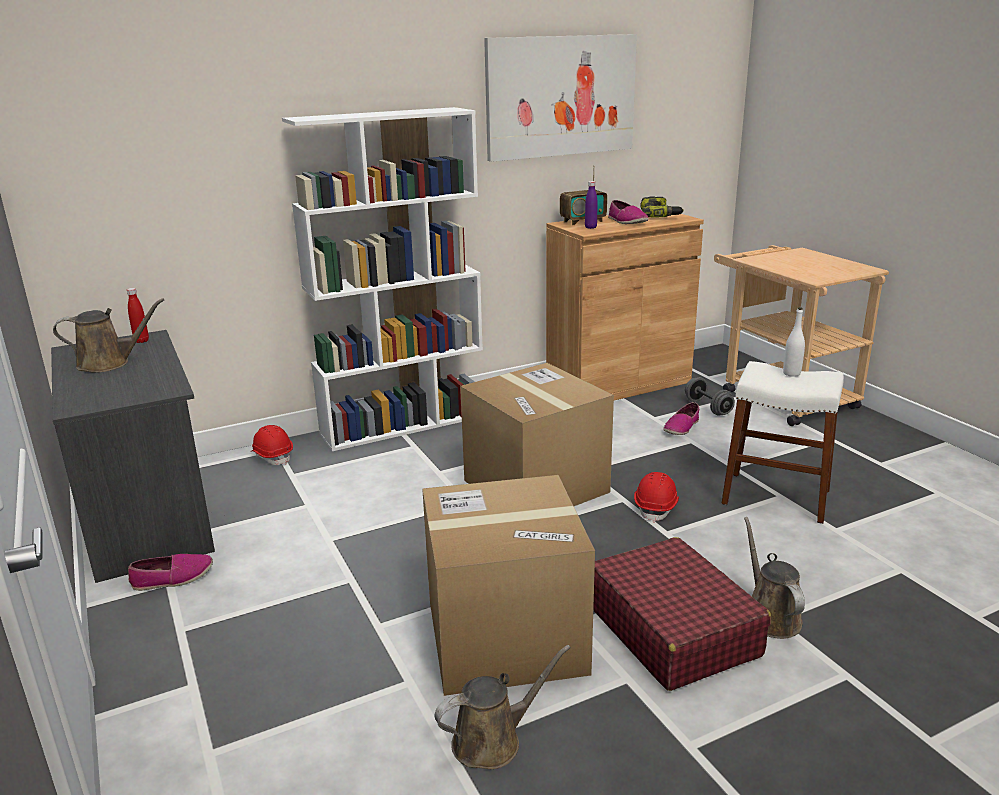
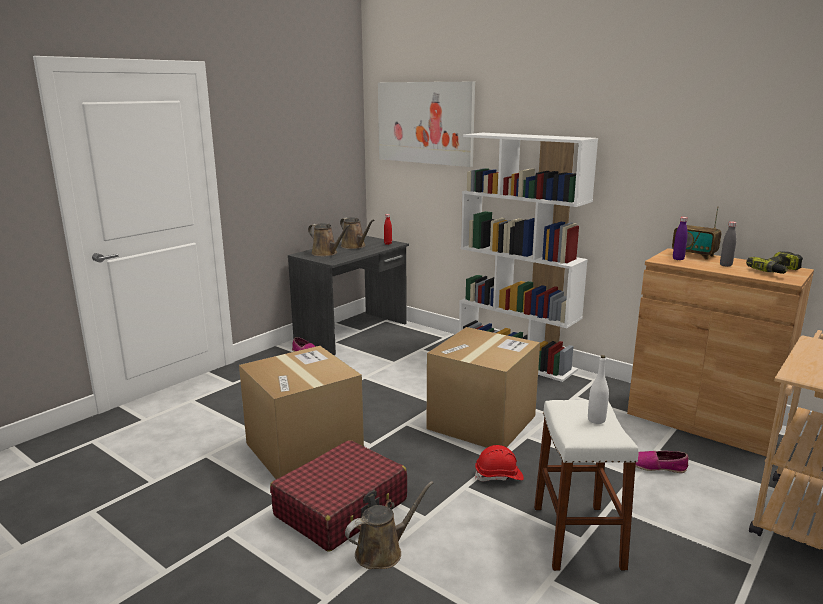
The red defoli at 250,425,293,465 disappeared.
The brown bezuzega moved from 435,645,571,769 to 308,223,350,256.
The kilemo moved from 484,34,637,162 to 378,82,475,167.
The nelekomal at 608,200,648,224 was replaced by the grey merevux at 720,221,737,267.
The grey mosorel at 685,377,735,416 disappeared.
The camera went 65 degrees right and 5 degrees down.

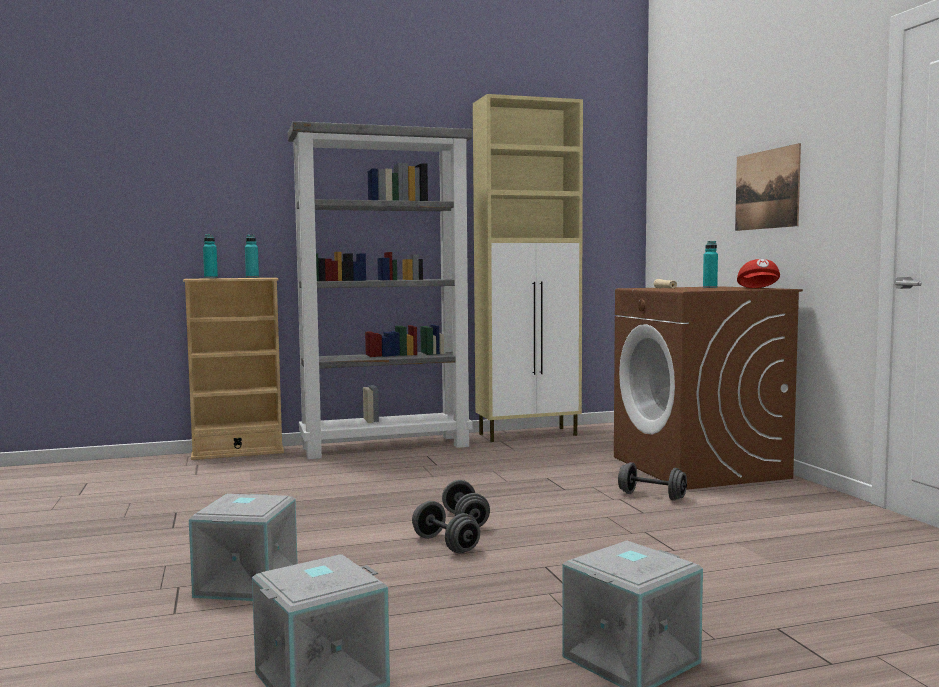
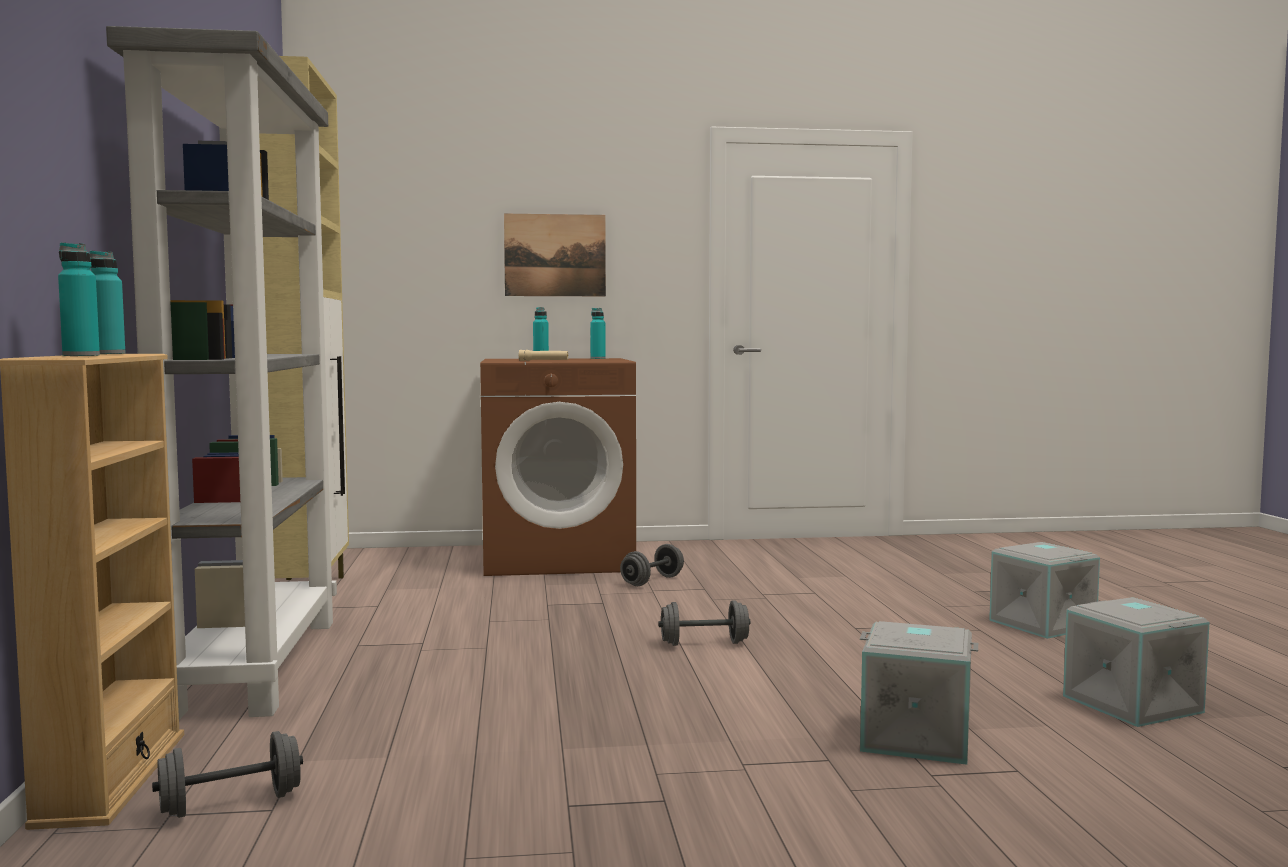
The grey mosorel moved from 412,501,480,553 to 152,731,303,818.
The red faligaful at 737,259,780,288 was replaced by the turquoise merevux at 590,308,606,359.
The camera went 80 degrees left and 0 degrees up.

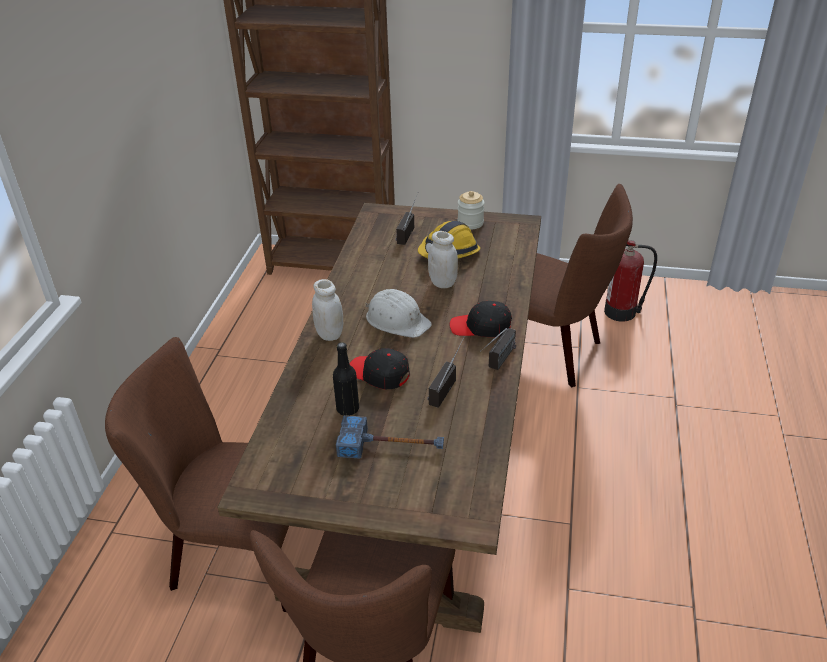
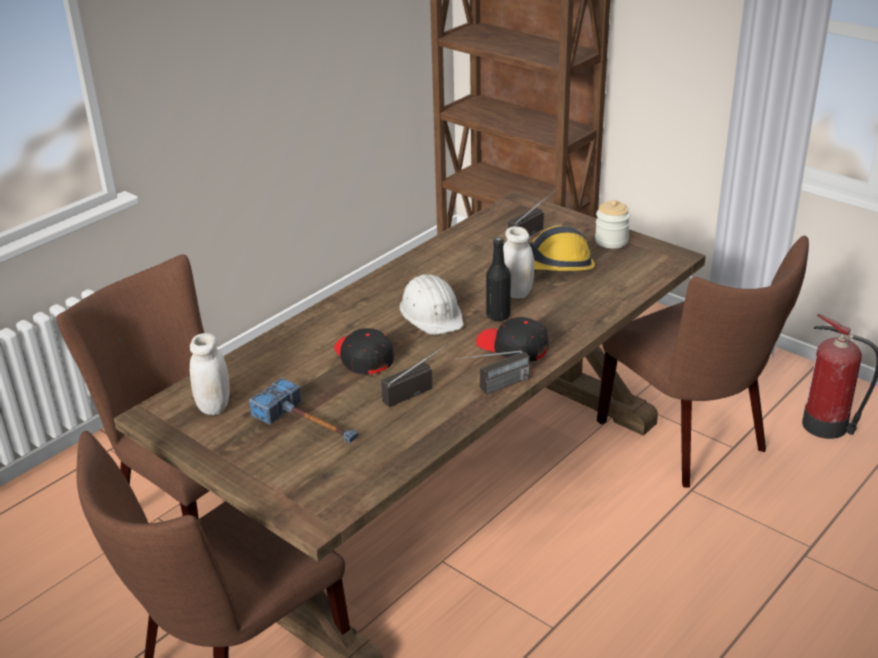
The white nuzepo moved from 312,279,343,341 to 190,333,230,415.
The black merevux moved from 333,342,359,416 to 486,237,511,321.
The camera went 30 degrees right and 5 degrees down.

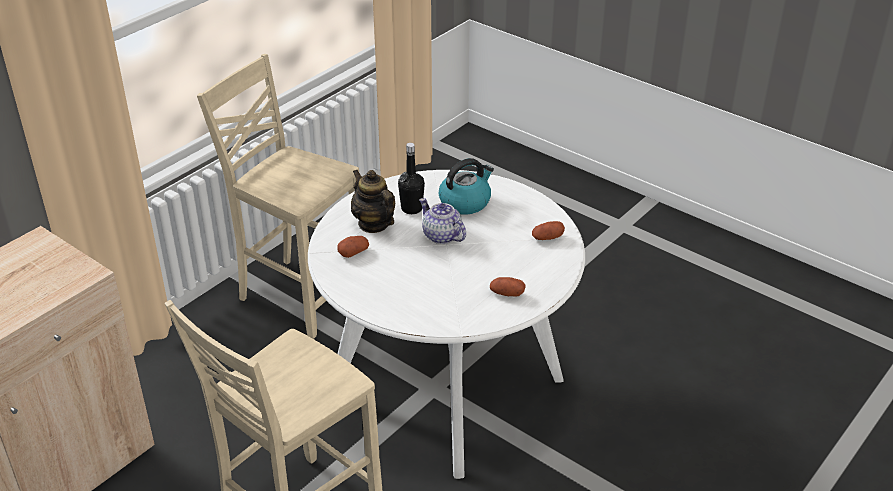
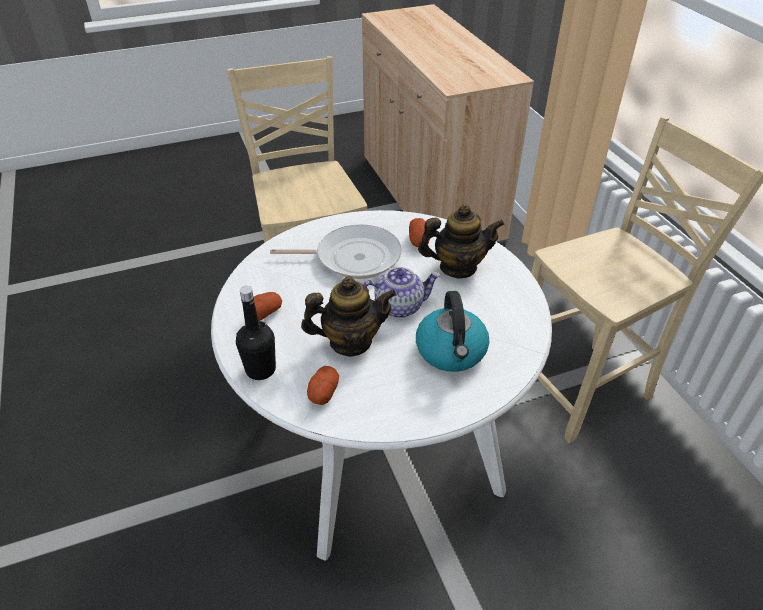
The black merevux moved from 398,143,425,214 to 236,286,276,380.
The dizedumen at 270,224,402,279 appeared.
The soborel at 301,276,397,357 appeared.
The camera went 120 degrees right and 5 degrees up.

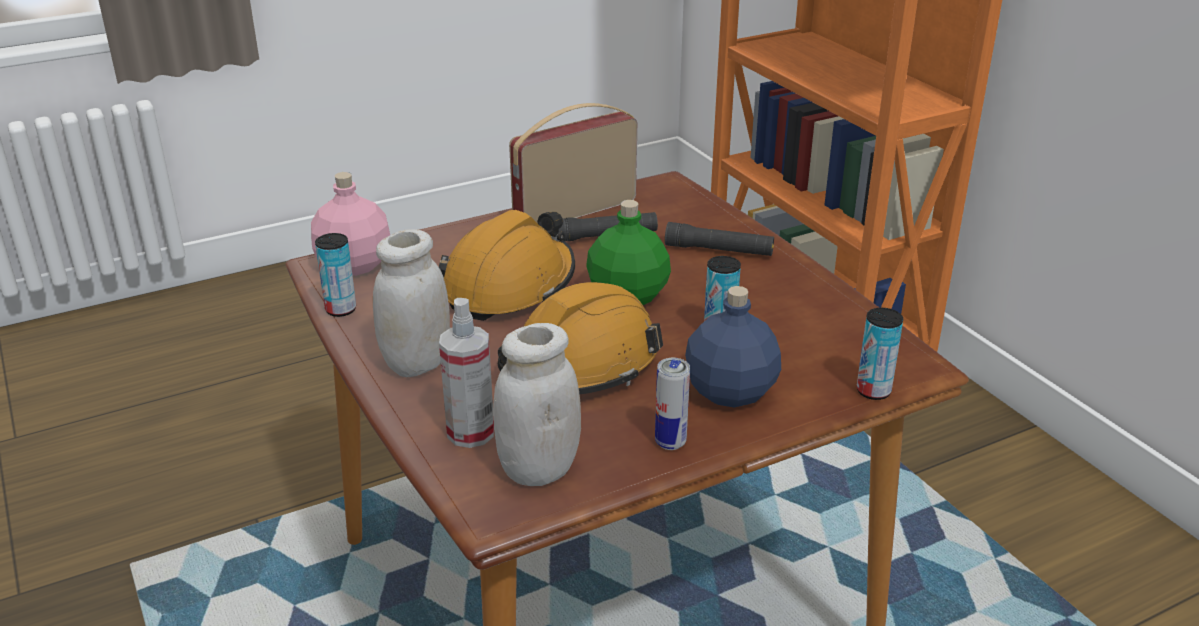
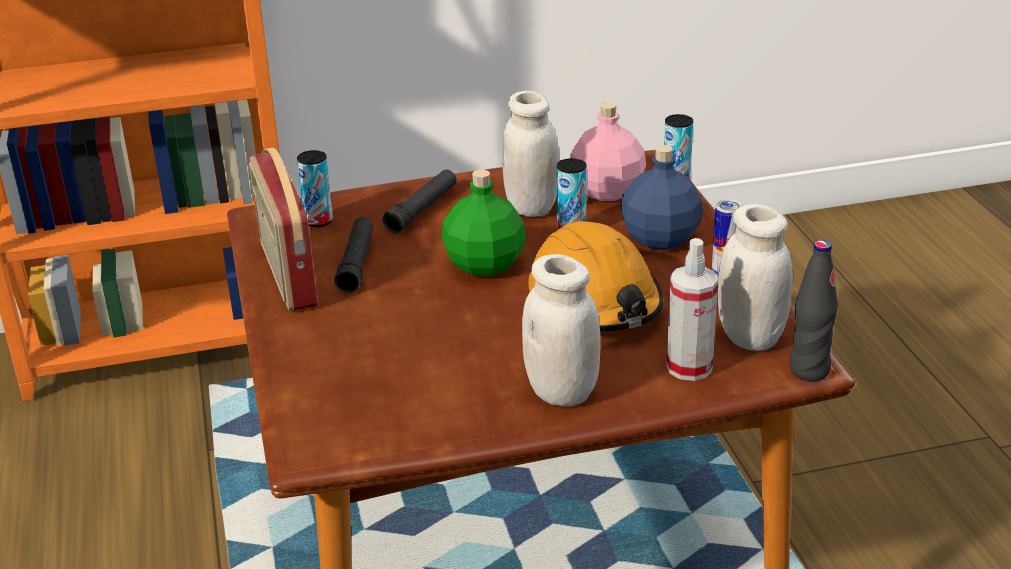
The pink merevux moved from 311,172,390,276 to 570,102,646,201.
The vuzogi moved from 315,233,356,317 to 297,150,333,227.
The orange defoli at 439,210,575,321 disappeared.
The white nuzepo at 502,91,560,217 appeared.
The black merevux at 790,240,838,381 appeared.
The camera went 75 degrees left and 0 degrees up.

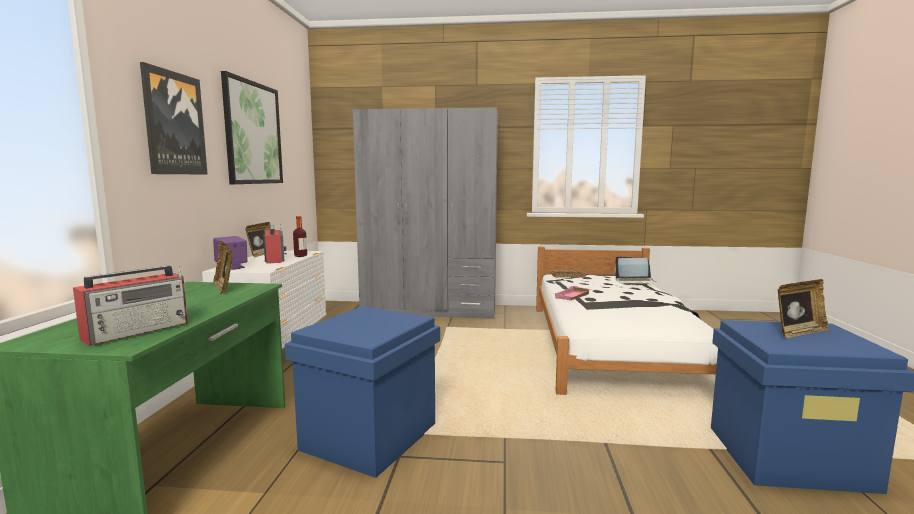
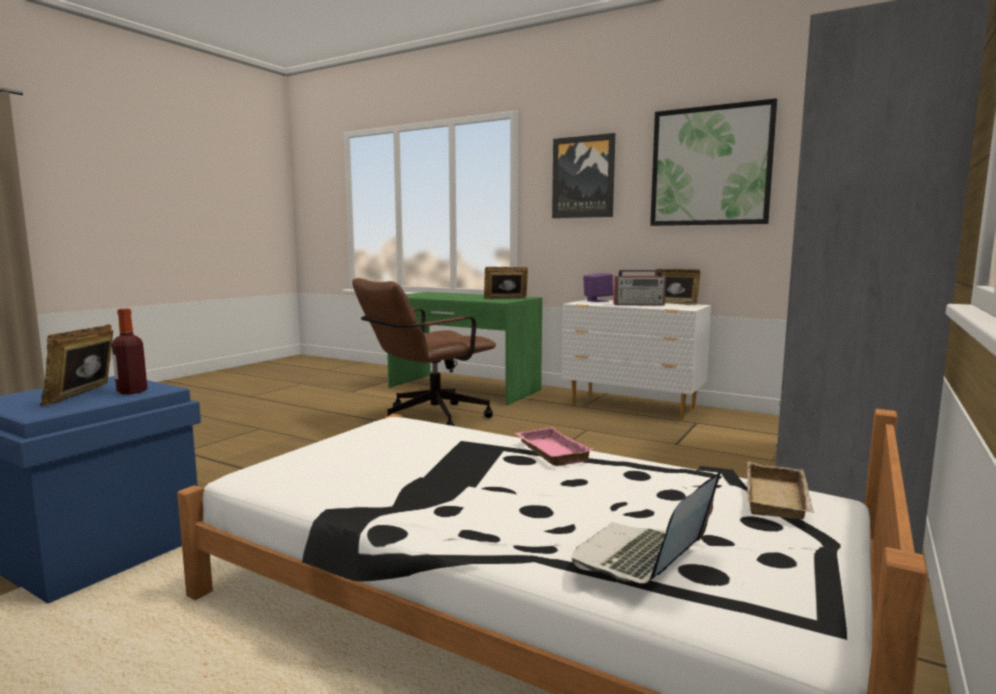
The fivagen at 73,263,188,346 disappeared.
The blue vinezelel at 285,306,440,478 was replaced by the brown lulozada at 352,278,496,426.
The merevux moved from 293,216,307,257 to 112,309,147,394.
The camera went 115 degrees right and 0 degrees up.

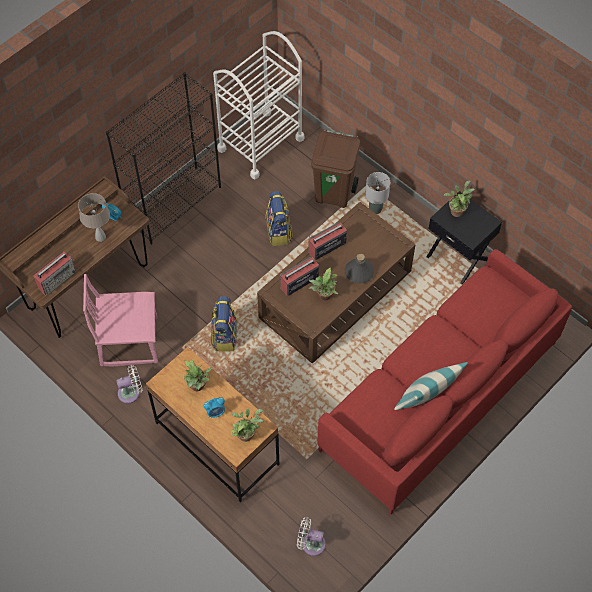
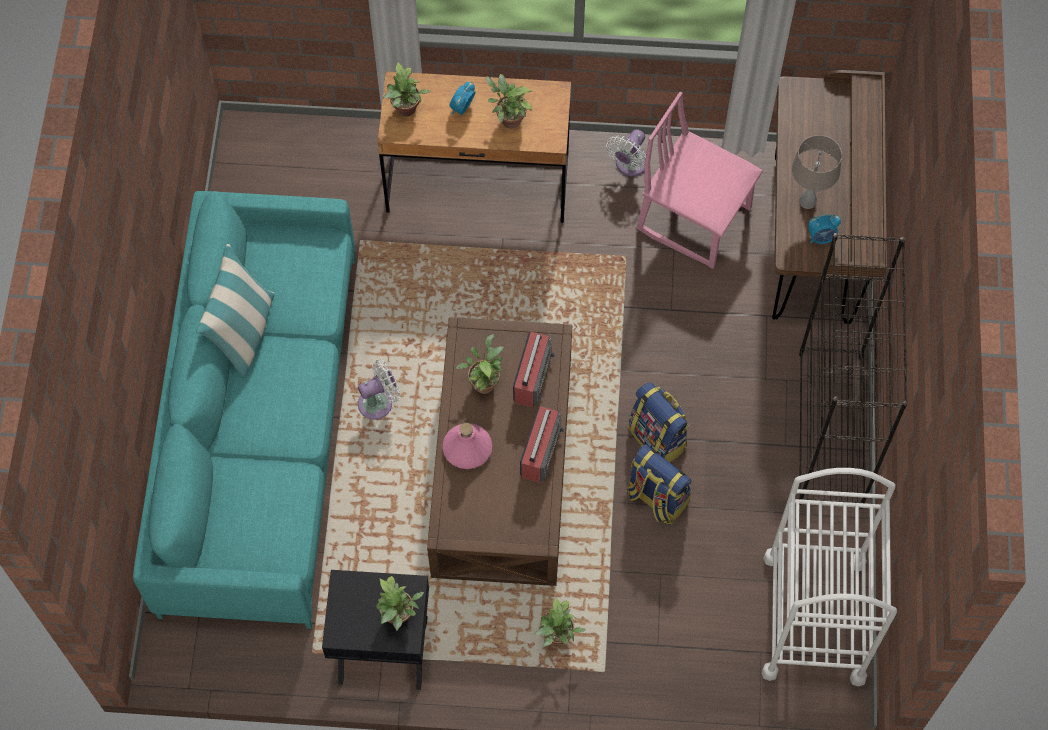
The fivagen at 33,251,76,295 disappeared.
The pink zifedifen at 83,274,158,367 turned 105 degrees counterclockwise.
The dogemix moved from 211,296,237,351 to 628,382,690,463.
The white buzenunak moved from 297,517,326,556 to 358,359,401,420.
The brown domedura at 311,129,360,208 disappeared.
The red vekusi at 317,249,572,515 became the turquoise vekusi at 133,191,355,629.
The grey merevux at 345,254,374,284 became the pink merevux at 442,423,492,469.
The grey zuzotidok at 365,172,390,214 was replaced by the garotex at 535,597,586,647.
The camera went 140 degrees right and 5 degrees up.

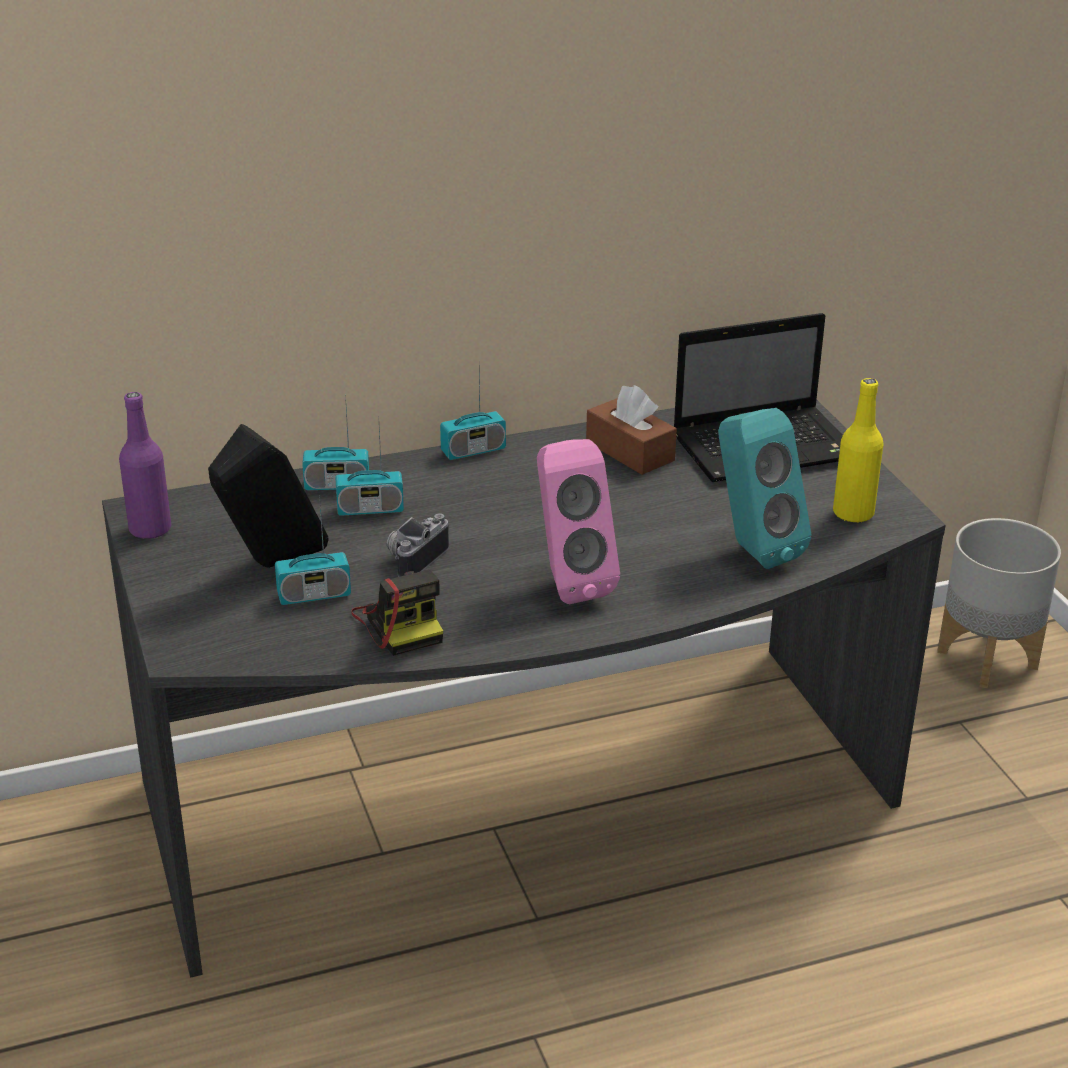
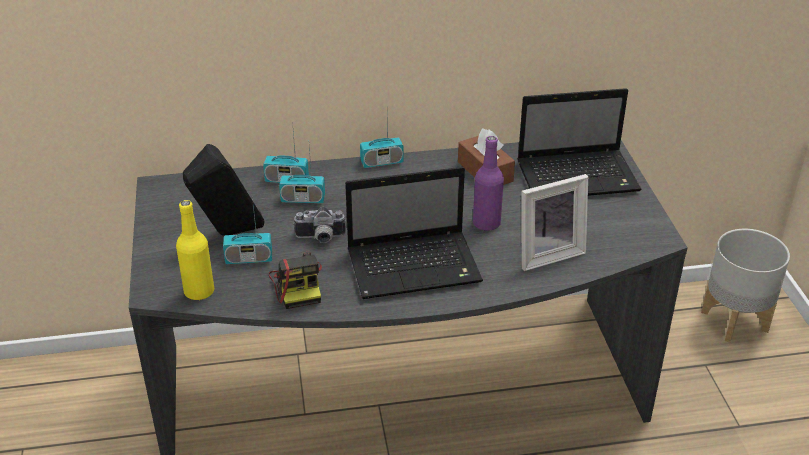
The purple merevux moved from 119,392,171,539 to 473,136,504,231.
The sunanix at 387,513,449,577 turned 135 degrees counterclockwise.
The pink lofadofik at 537,439,620,604 was replaced by the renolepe at 345,167,483,299.
The turquoise lofadofik at 718,408,811,569 was replaced by the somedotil at 521,174,588,271.
The yellow merevux moved from 833,378,884,523 to 176,200,214,300.
The camera went 10 degrees right and 5 degrees up.

